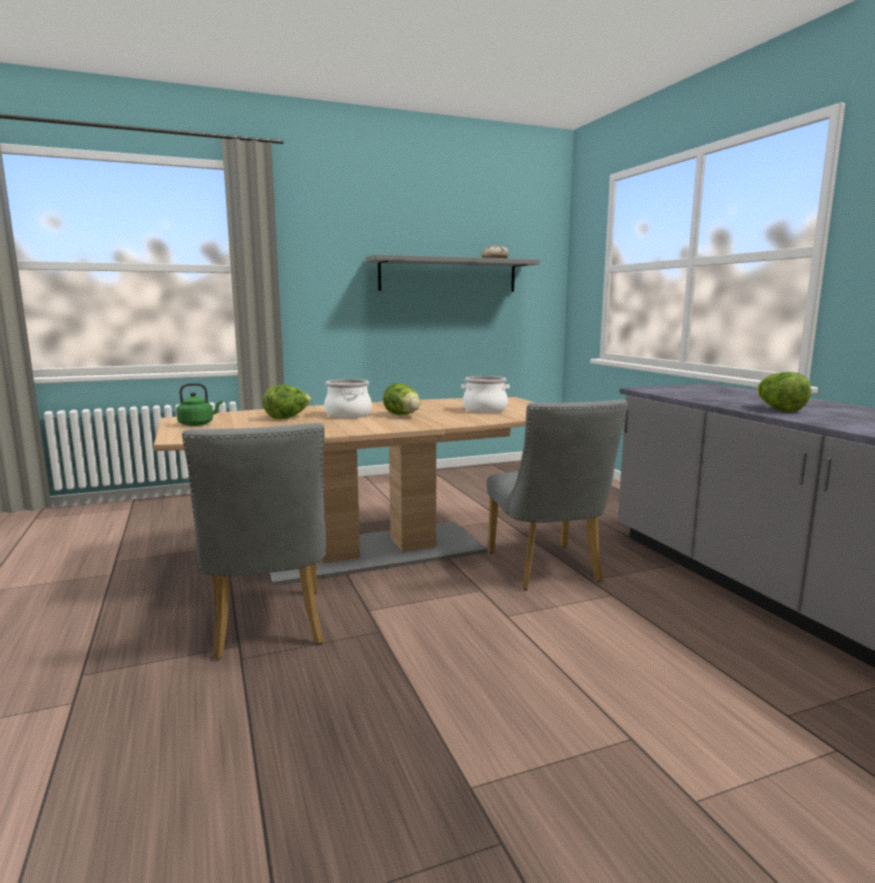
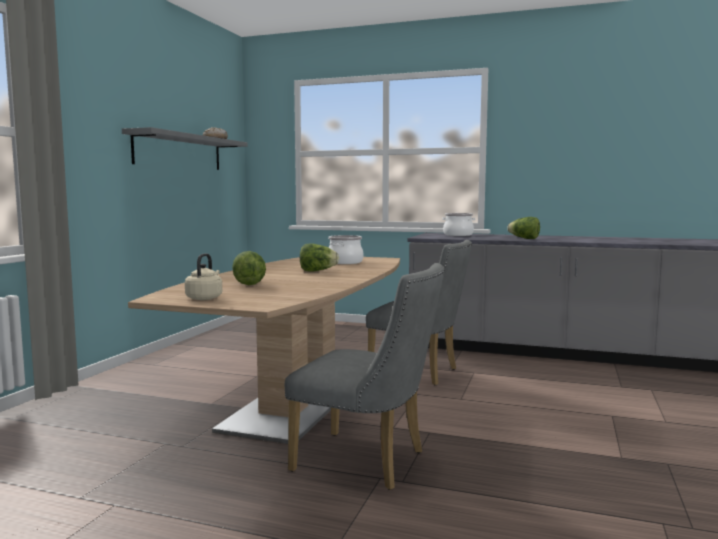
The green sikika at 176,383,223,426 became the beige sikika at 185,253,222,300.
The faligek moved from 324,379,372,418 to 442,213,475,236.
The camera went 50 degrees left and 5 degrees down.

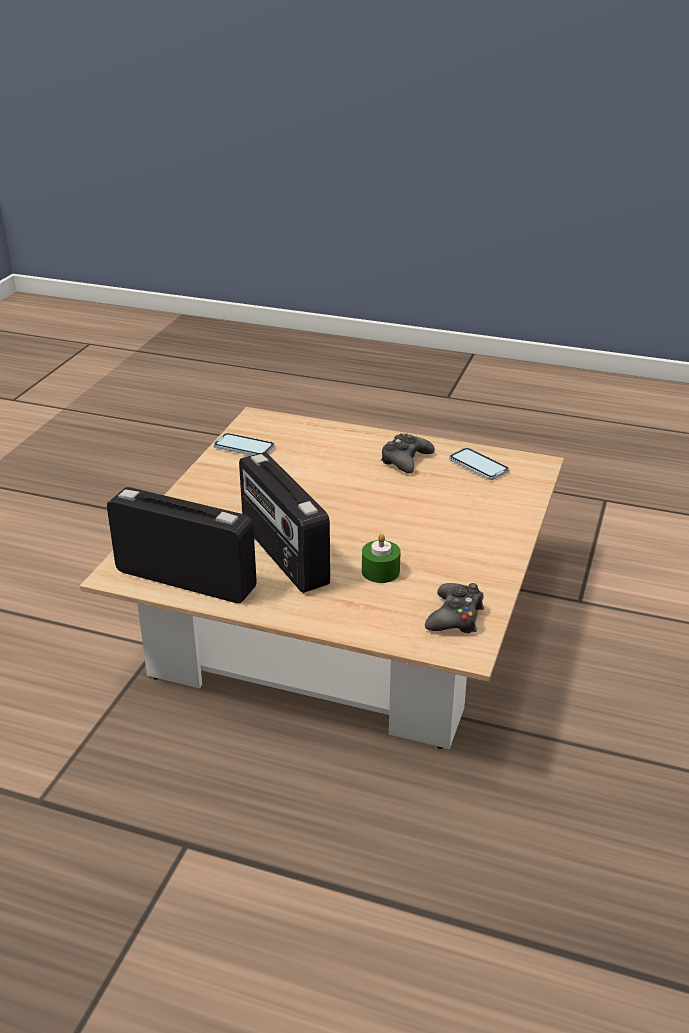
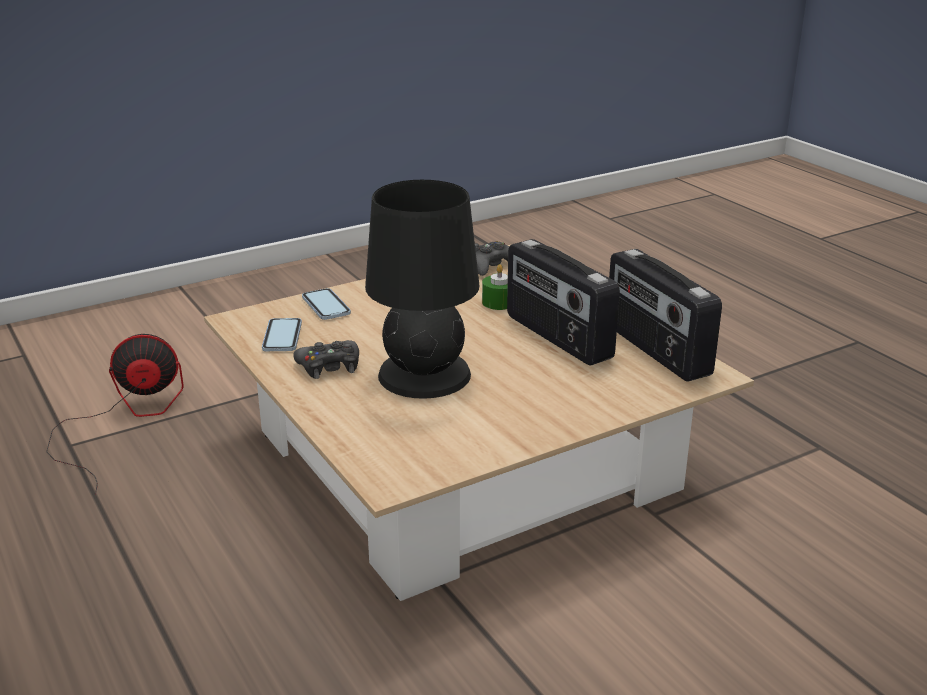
The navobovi moved from 214,433,275,456 to 302,288,351,320.
The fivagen at 239,452,330,593 turned 135 degrees clockwise.
The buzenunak at 46,334,184,495 appeared.
The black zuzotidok at 365,180,479,399 appeared.
The camera went 140 degrees left and 5 degrees down.

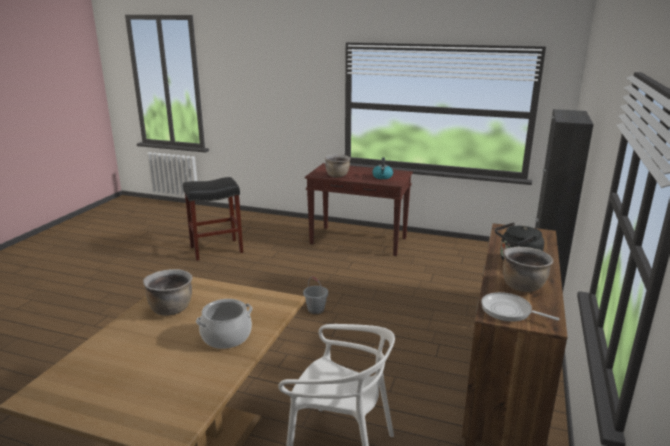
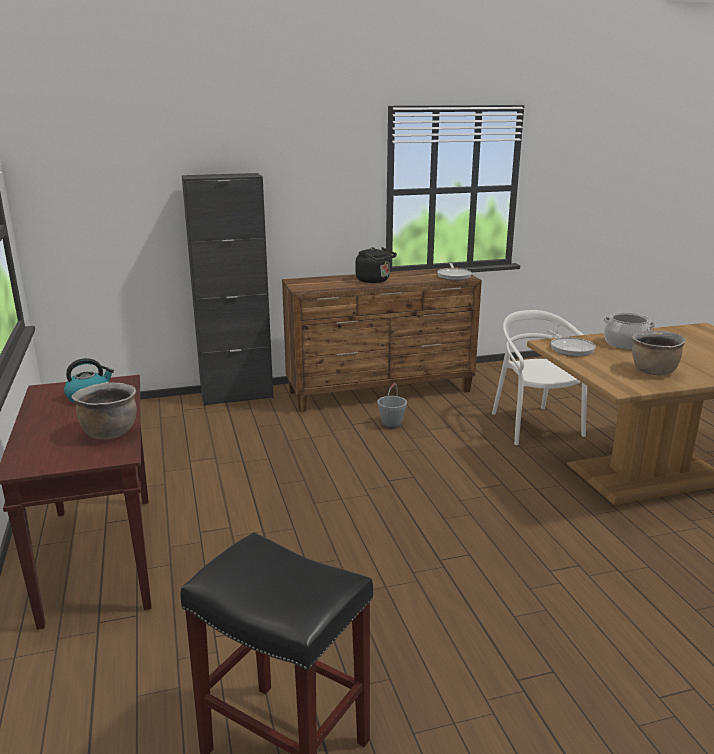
The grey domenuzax moved from 303,276,328,314 to 377,383,407,429.
The brown faligek at 503,247,553,292 disappeared.
The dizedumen at 546,330,596,356 appeared.
The camera went 125 degrees left and 0 degrees up.

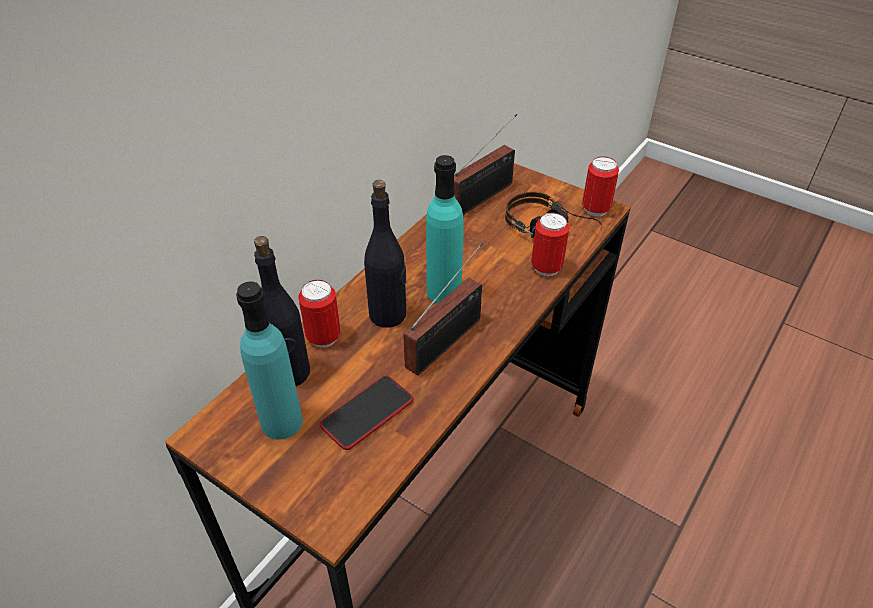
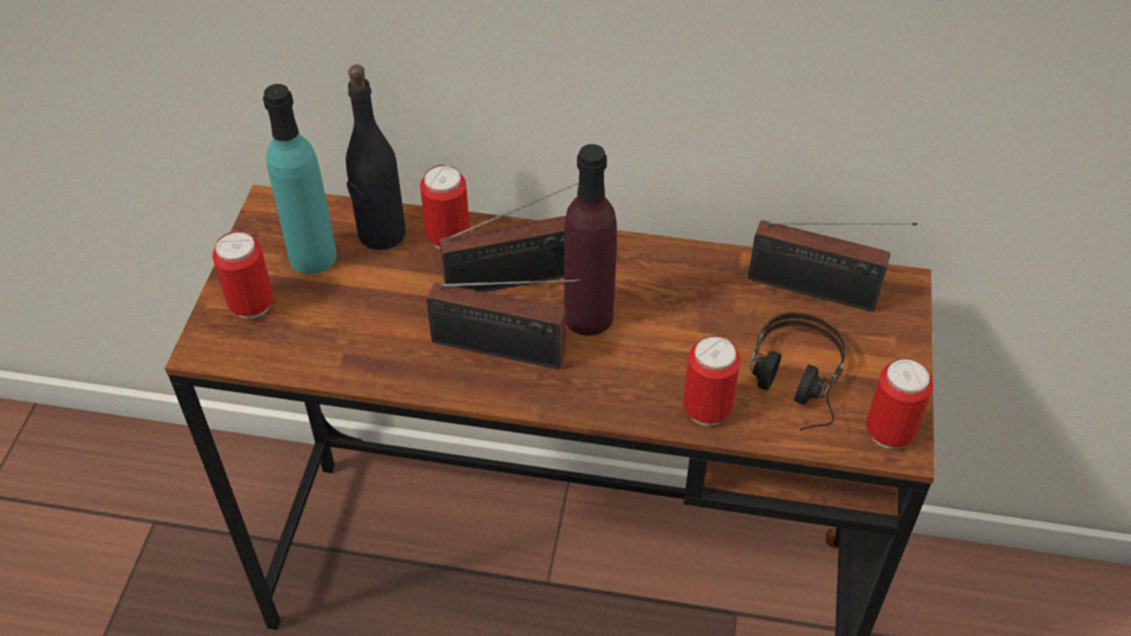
The navobovi at 320,376,413,450 disappeared.
The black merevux at 364,180,406,328 was replaced by the fivagen at 439,182,579,292.
The turquoise merevux at 426,155,463,304 became the purple merevux at 564,144,617,336.
The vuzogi at 212,231,274,319 appeared.
The camera went 65 degrees right and 5 degrees up.

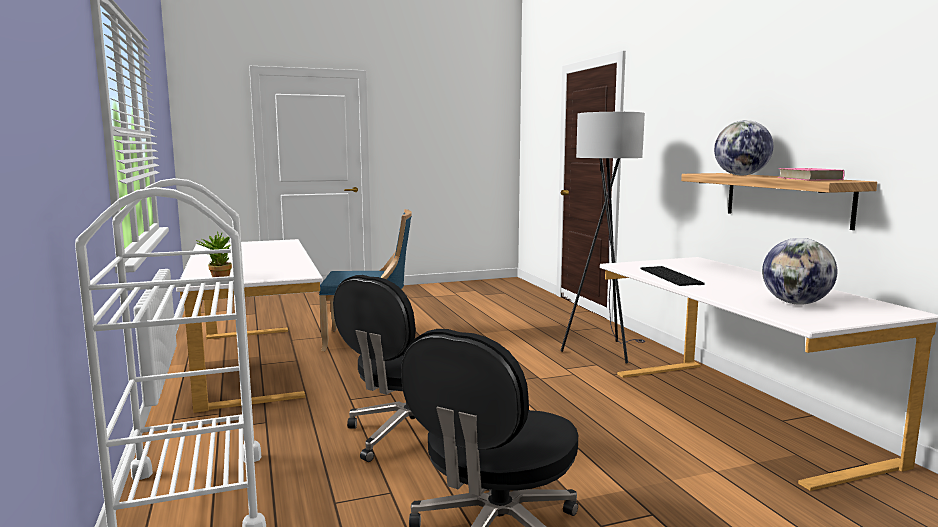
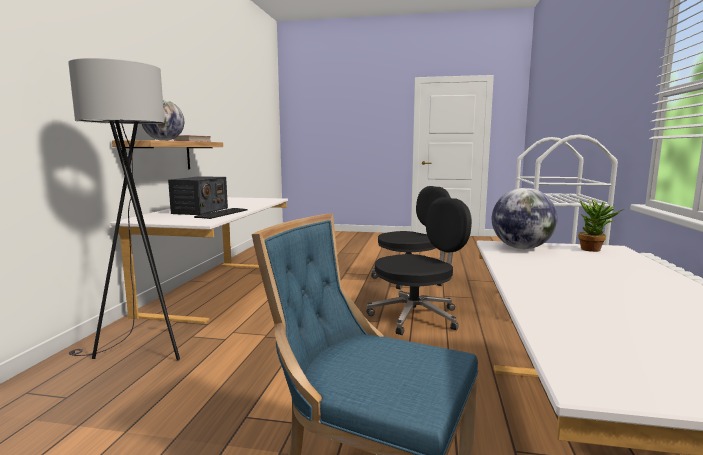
The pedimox moved from 762,238,837,305 to 492,188,558,249.
The fivagen at 168,176,228,215 appeared.
The camera went 150 degrees left and 0 degrees up.

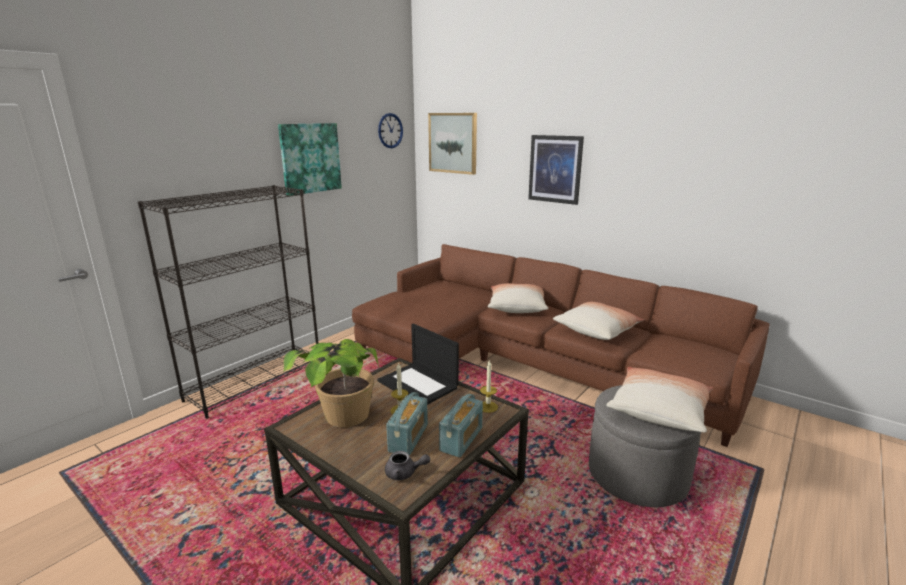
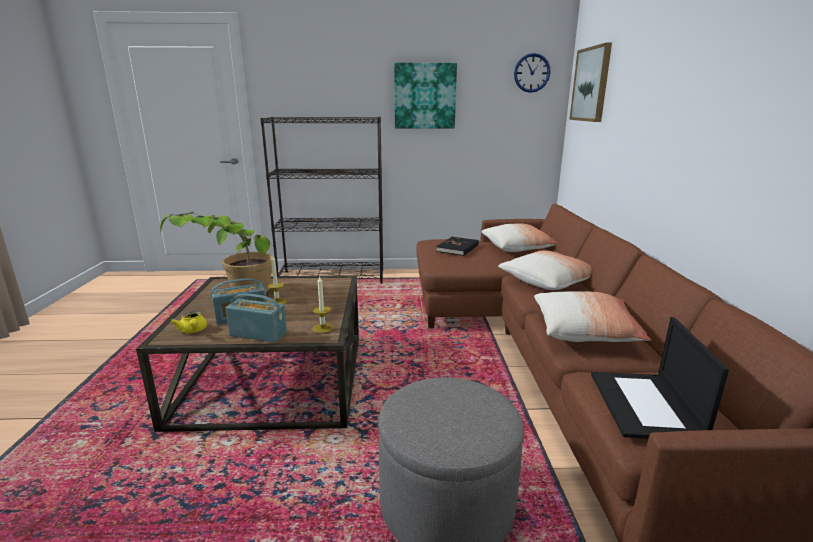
The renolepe moved from 377,324,459,405 to 591,317,729,439.
The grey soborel at 385,451,430,480 became the yellow soborel at 171,311,207,333.
The fivagen at 439,394,483,458 turned 150 degrees counterclockwise.
The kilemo at 528,135,584,205 disappeared.
The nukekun moved from 606,367,713,432 to 481,223,558,252.
The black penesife at 436,237,479,256 appeared.
The camera went 50 degrees right and 0 degrees up.

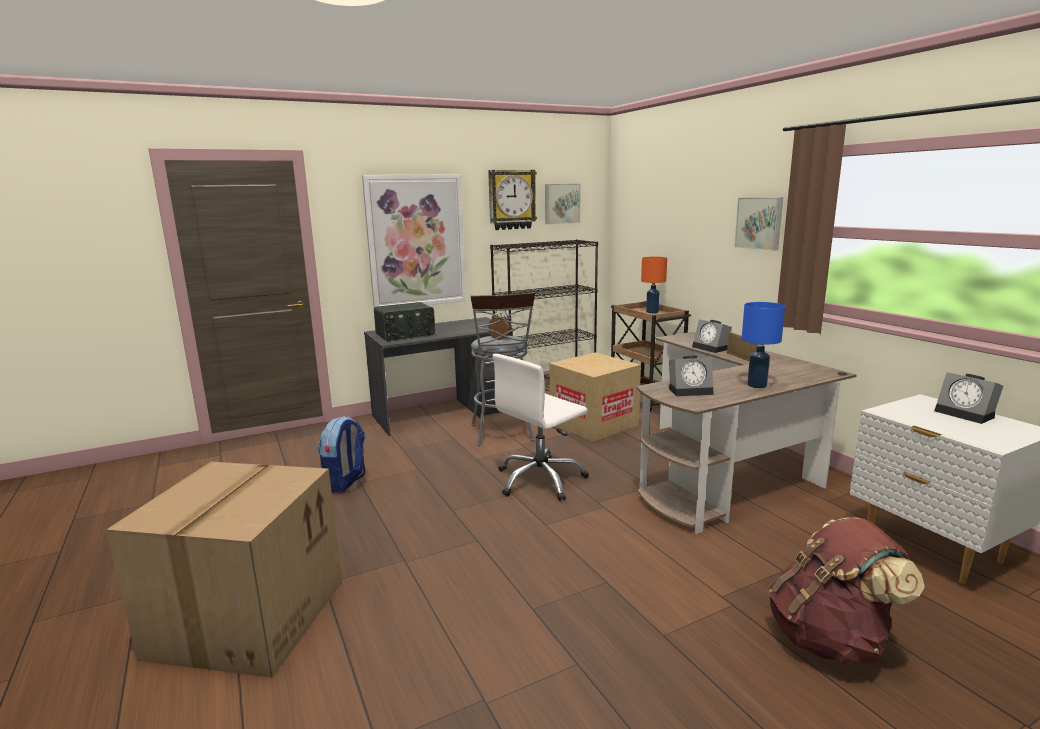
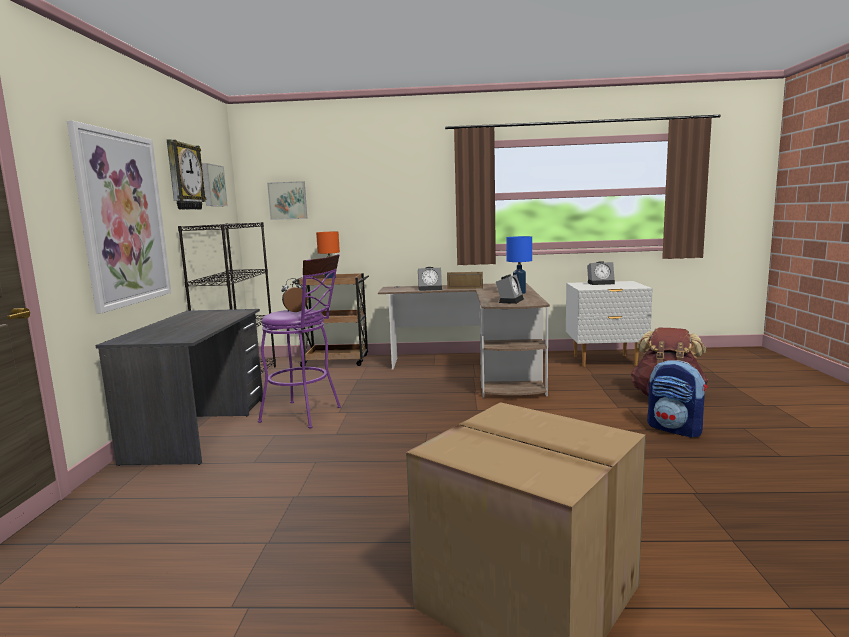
The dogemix moved from 318,416,365,493 to 647,360,707,438.
The fivagen at 374,302,435,341 disappeared.
The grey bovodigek at 471,292,535,446 became the purple bovodigek at 258,254,341,428.
The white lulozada at 493,354,589,501 disappeared.
The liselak at 549,352,641,441 disappeared.
The kilemo moved from 734,198,783,251 to 267,181,307,220.
The camera went 60 degrees left and 5 degrees down.

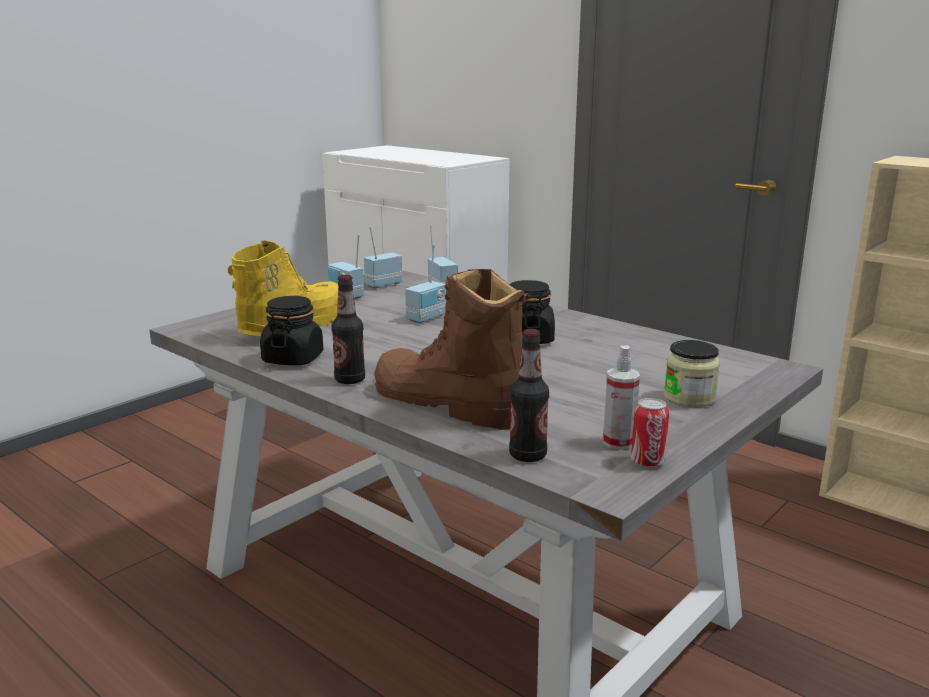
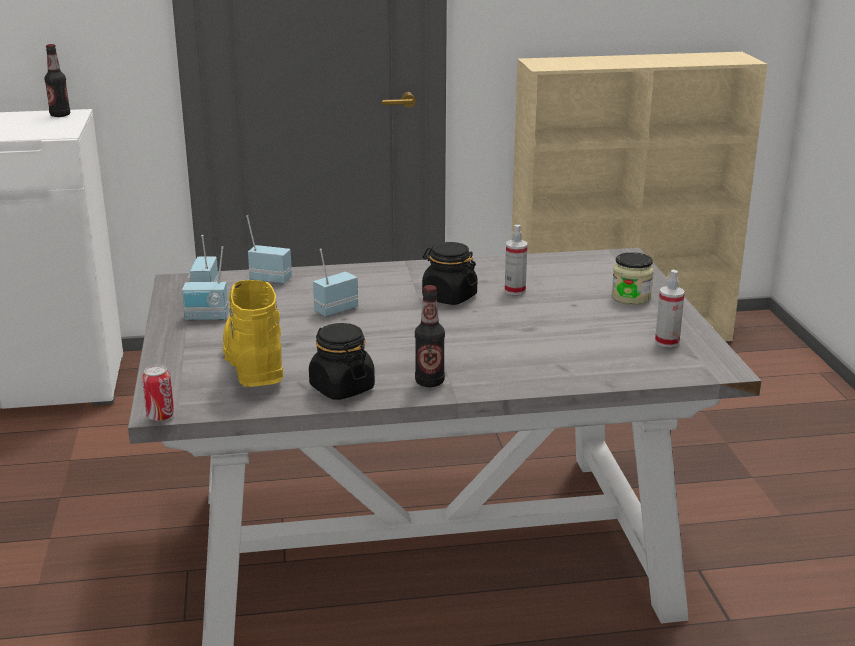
The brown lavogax at 374,269,529,430 disappeared.
The fivagen at 405,245,446,323 turned 120 degrees counterclockwise.
The merevux moved from 509,329,549,462 to 44,44,70,117.
The vuzogi moved from 631,398,669,467 to 142,365,174,421.
The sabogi at 505,225,527,295 appeared.
The camera went 50 degrees left and 5 degrees up.

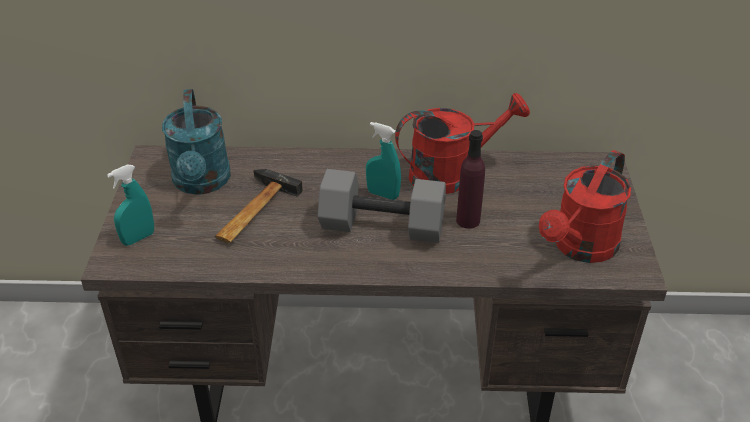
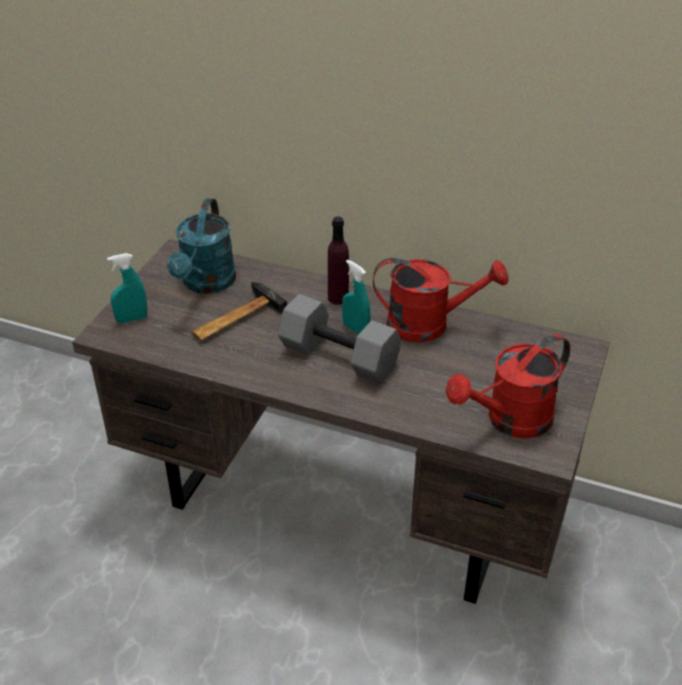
The purple merevux moved from 456,130,485,229 to 328,217,349,305.
The camera went 20 degrees right and 0 degrees up.

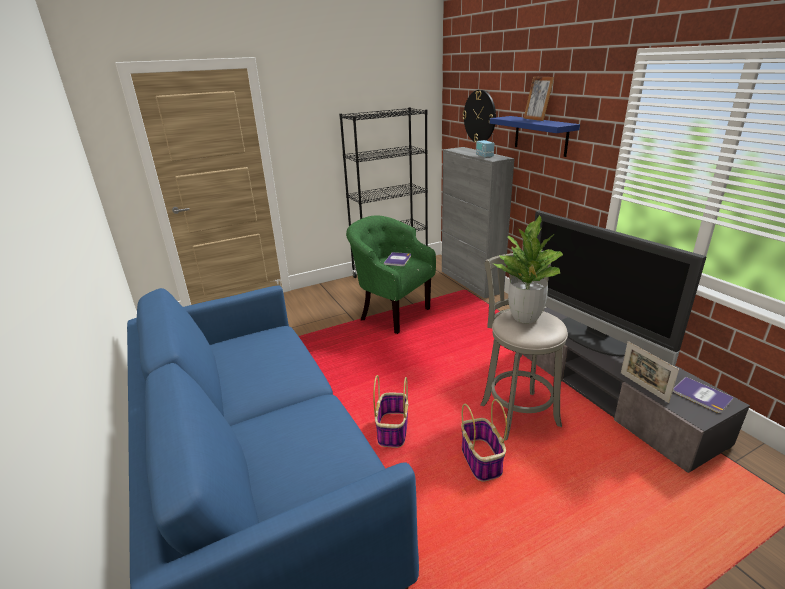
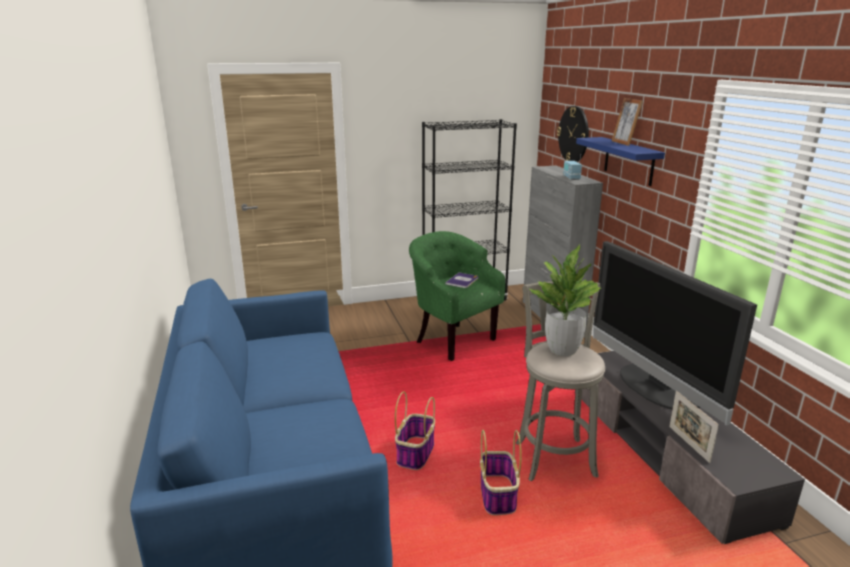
The penesife at 673,377,734,413 disappeared.
The camera went 10 degrees right and 5 degrees down.

